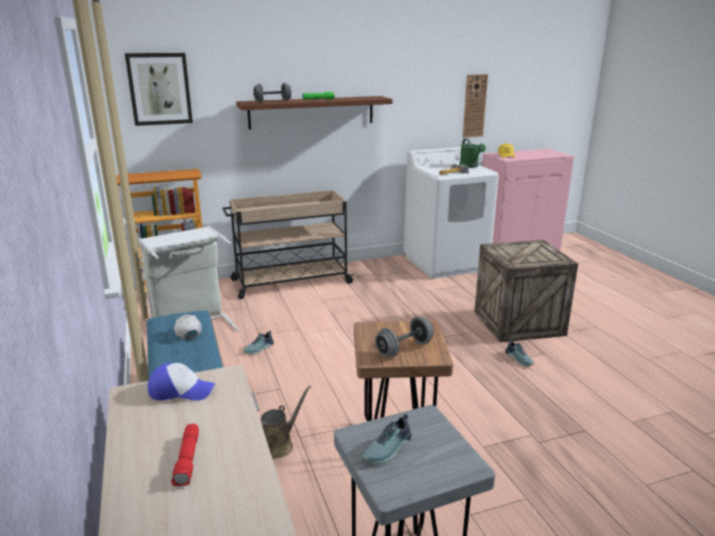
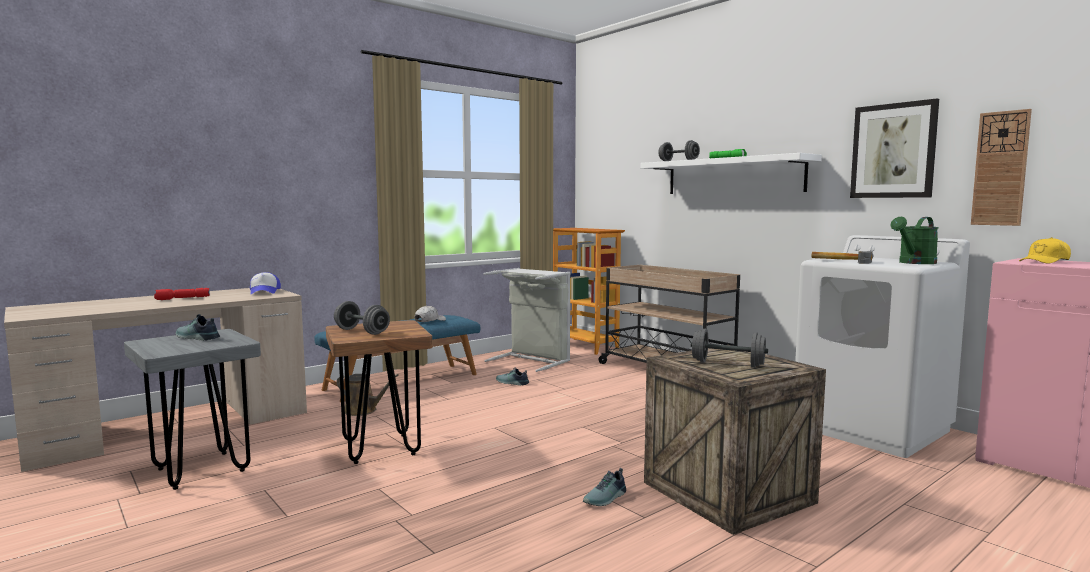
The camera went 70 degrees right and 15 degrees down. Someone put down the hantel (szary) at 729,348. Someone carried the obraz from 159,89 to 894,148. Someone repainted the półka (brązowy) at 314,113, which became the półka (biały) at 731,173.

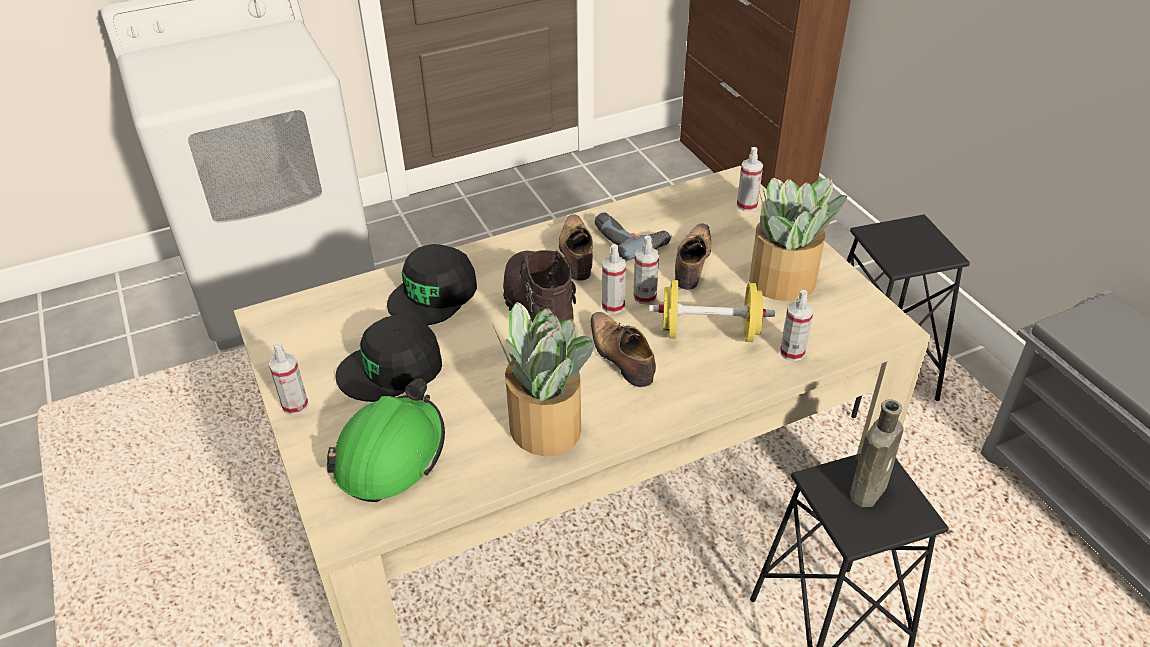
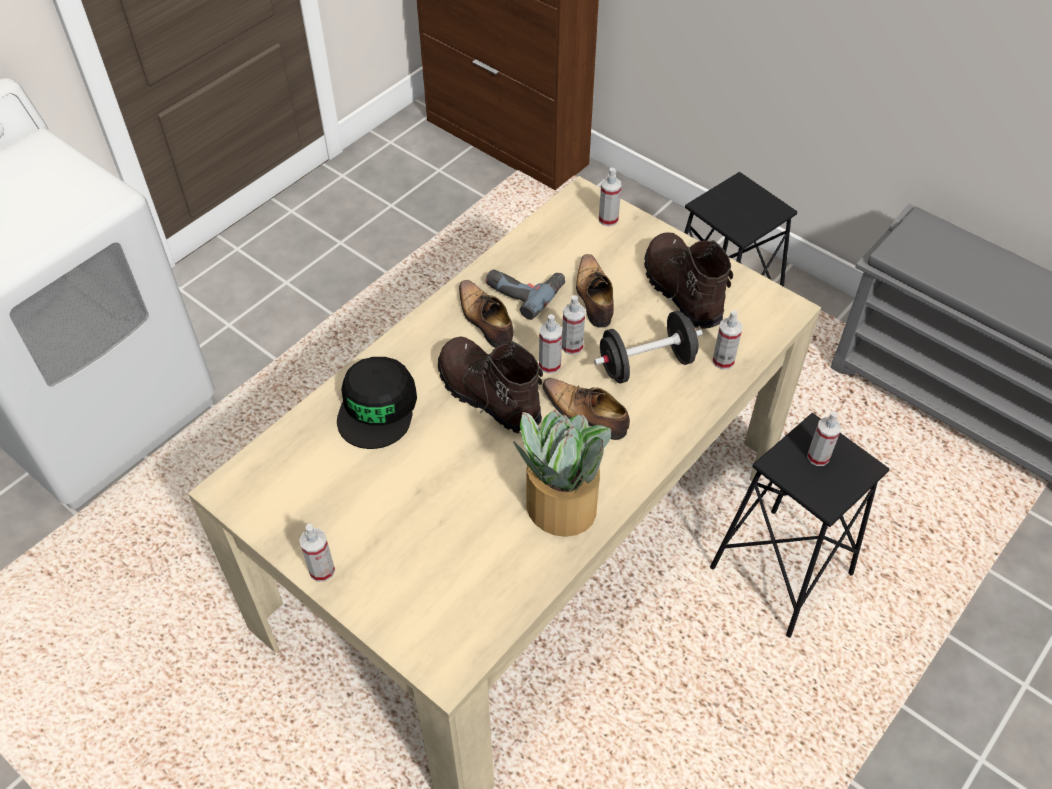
The camera went 25 degrees left and 10 degrees up. Someone took away the kask (zielony) at 386,440. Someone took away the czapka z daszkiem (czarny) at 388,358. Someone swapped the roślina doniczkowa at 798,239 for the but z cholewką (brązowy) at 688,280. Someone swapped the butelka (brązowy) at 877,453 for the spryskiwacz at 824,438. Someone repainted the hantel (żółty) at 712,311, which became the hantel (czarny) at 648,347.

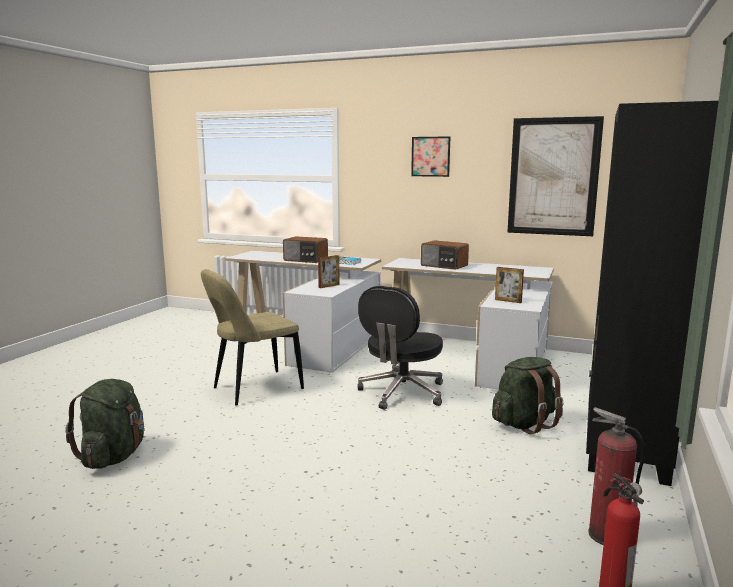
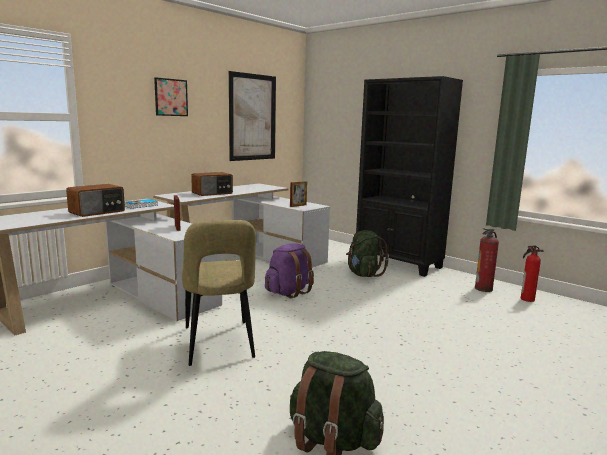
The camera went 70 degrees left and 0 degrees up. Someone swapped the krzesło biurowe (czarny) at 400,348 for the plecak (fioletowy) at 289,270.

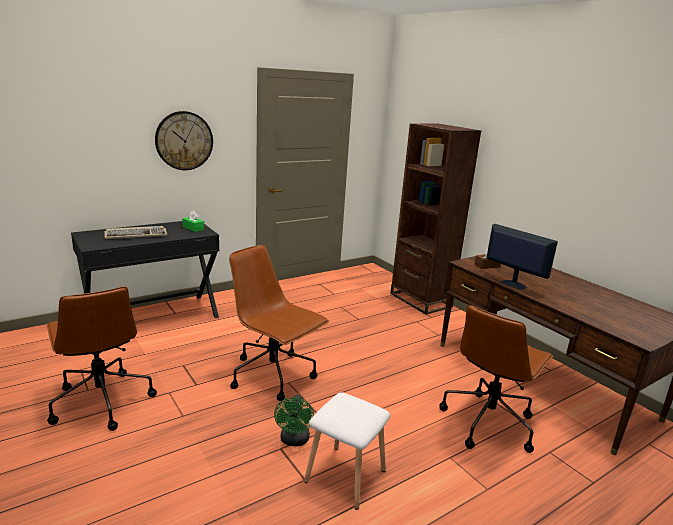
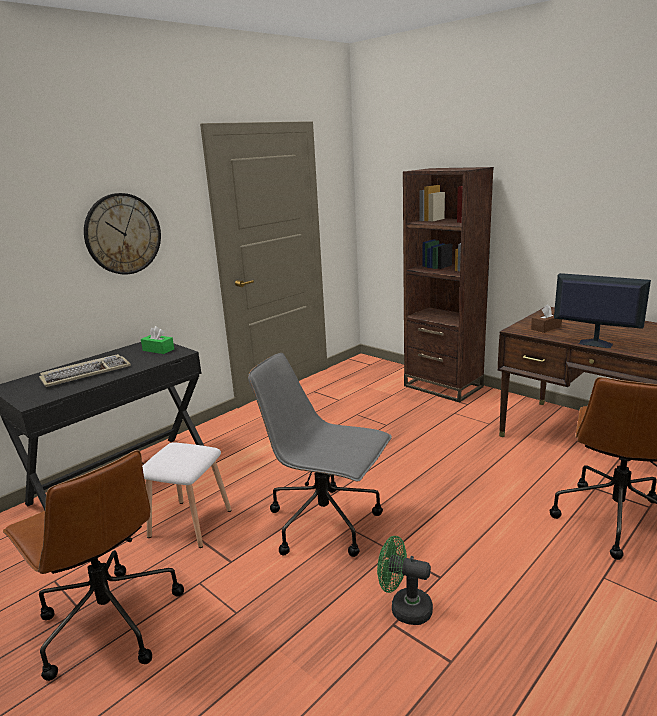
The camera went 10 degrees left and 0 degrees up. Someone carried the stołek (biały) from 347,451 to 186,495. Someone repainted the krzesło biurowe (brązowy) at 279,323, which became the krzesło biurowe (szary) at 320,455. Someone rotated the wentylator (zielony) at 294,420 by 120 degrees clockwise.

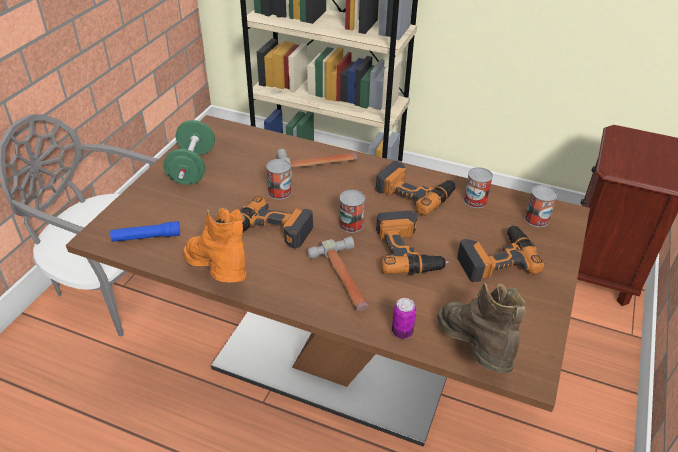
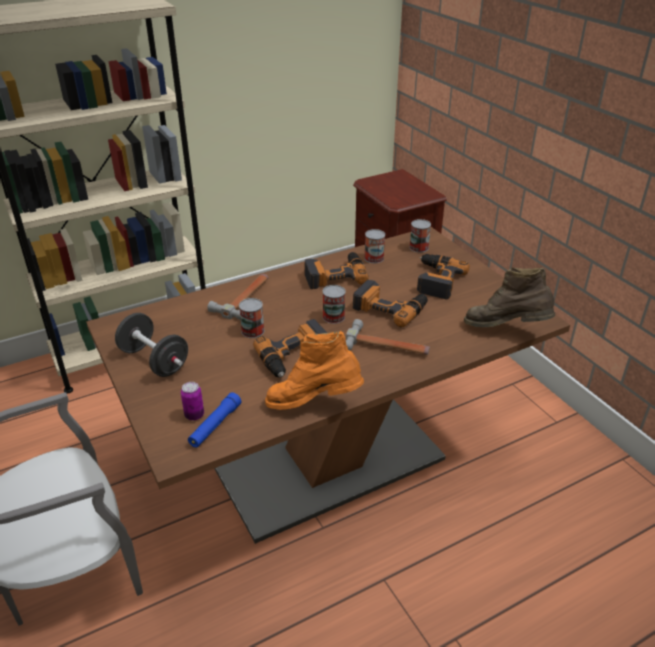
The camera went 50 degrees left and 5 degrees down. Someone carried the puszka from 404,318 to 192,401. Someone repainted the hantel (zielony) at 189,152, which became the hantel (czarny) at 151,345.

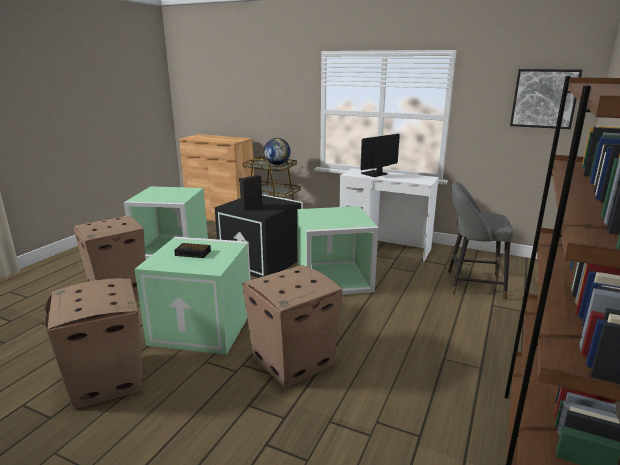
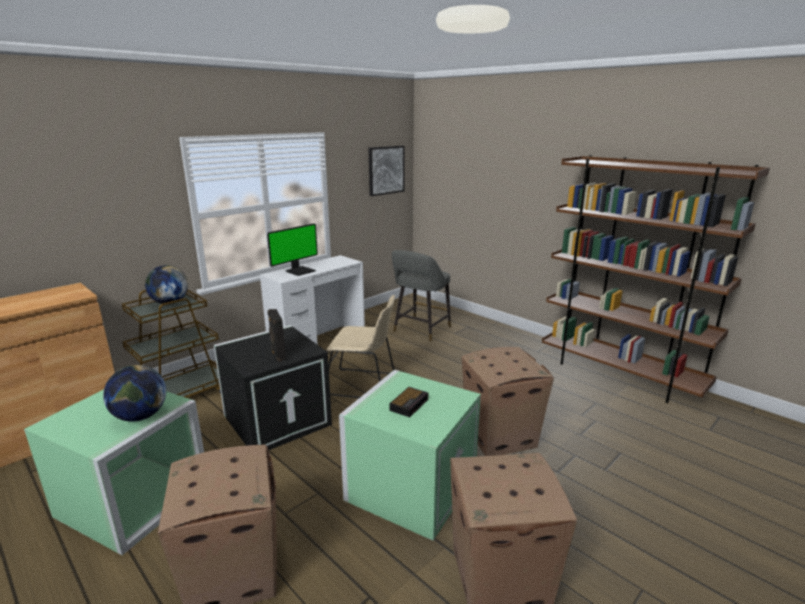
The camera went 70 degrees left and 0 degrees up. Someone put down the globus at 134,393. Someone swapped the pojemnik do przechowywania (zielony) at 337,250 for the krzesło (beżowy) at 361,346. Someone rotated the monitor at 380,155 by 120 degrees counterclockwise.

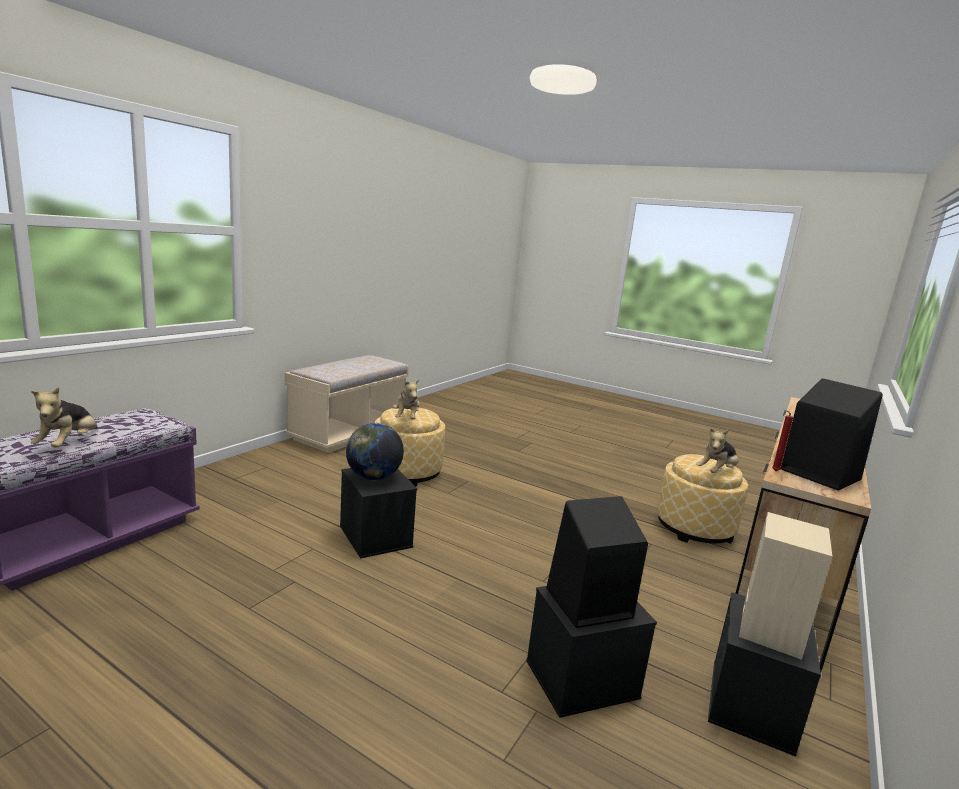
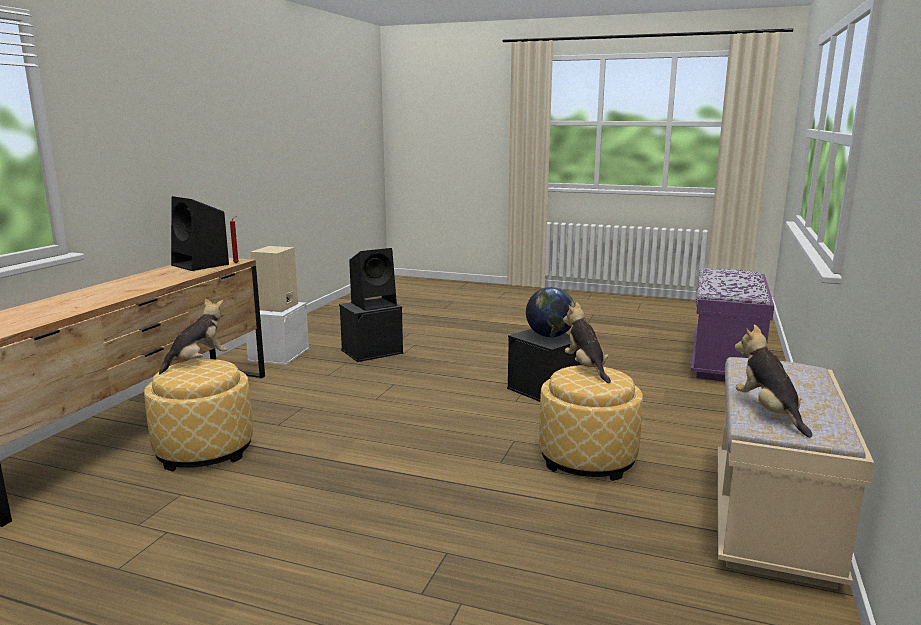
The camera went 170 degrees right and 0 degrees up. Someone carried the pluszak from 64,417 to 773,380. Someone repainted the pojemnik do przechowywania (czarny) at 764,674, which became the pojemnik do przechowywania (biały) at 277,333.

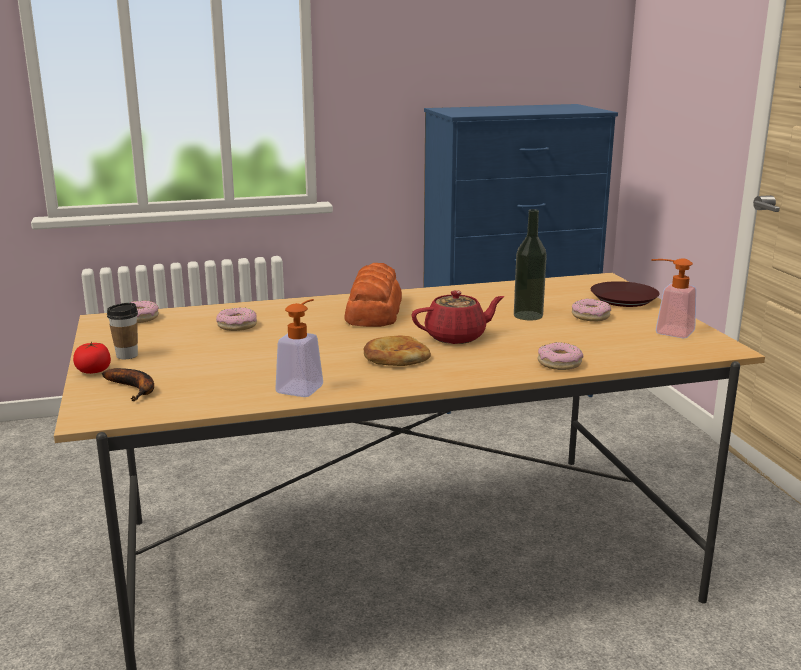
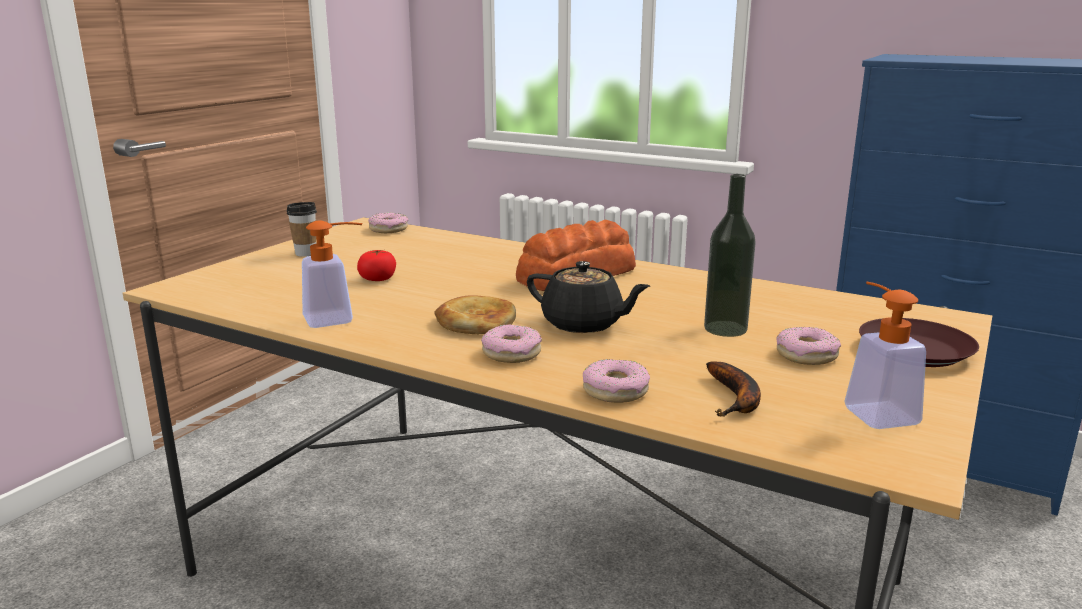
The camera went 45 degrees right and 0 degrees up. Someone carried the pomidor from 92,358 to 376,265. Someone carried the banan from 128,384 to 733,389. Someone carried the donut from 236,319 to 511,343. Someone repainted the imbryk (czerwony) at 458,317, which became the imbryk (czarny) at 588,297.

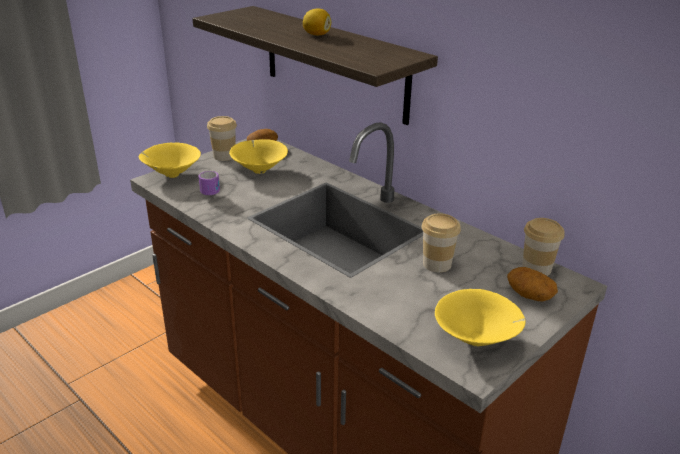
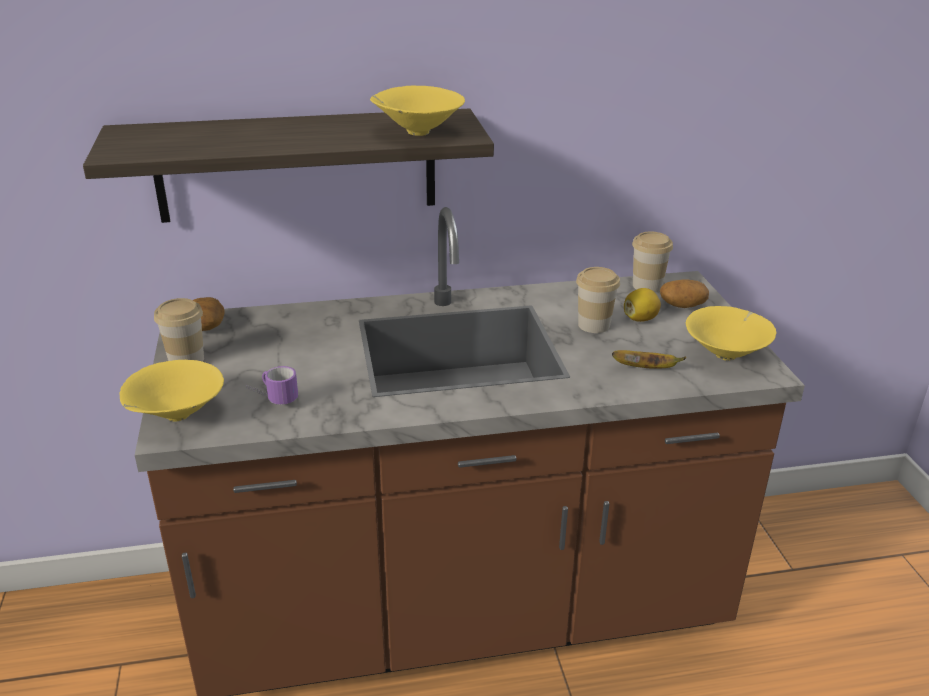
The camera went 55 degrees left and 0 degrees up. Someone put down the banan at 649,359. Someone carried the miska (żółty) from 258,156 to 417,111. Someone carried the cytryna from 317,21 to 642,305.

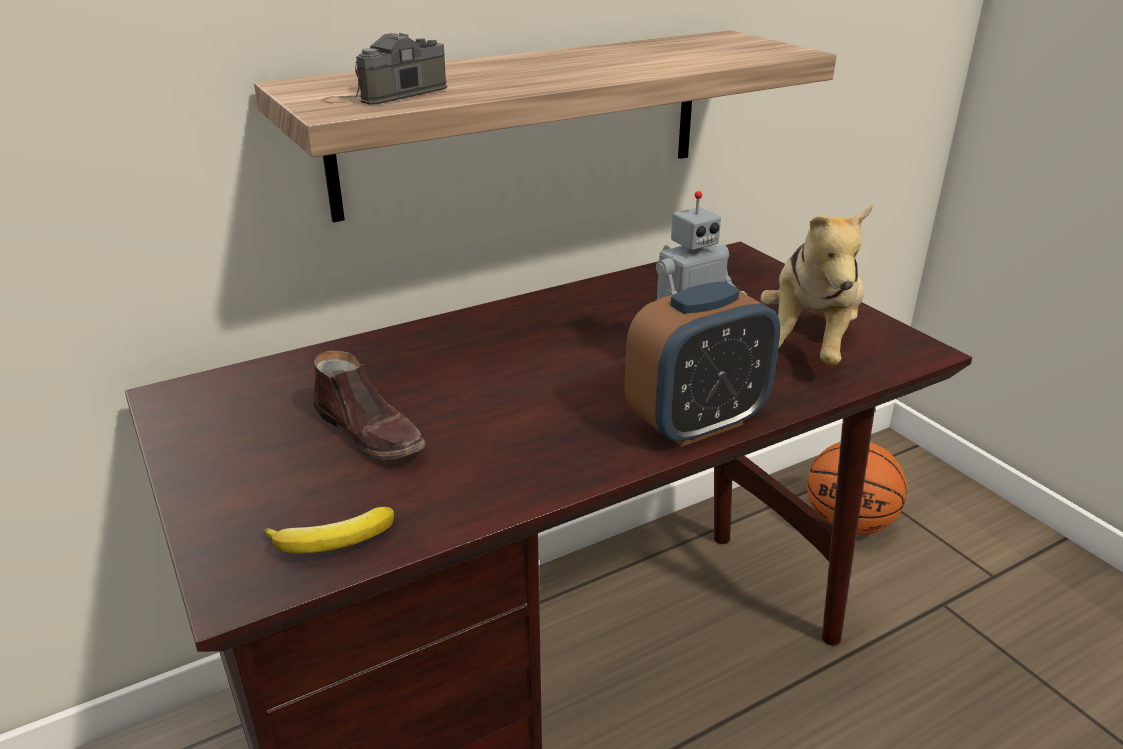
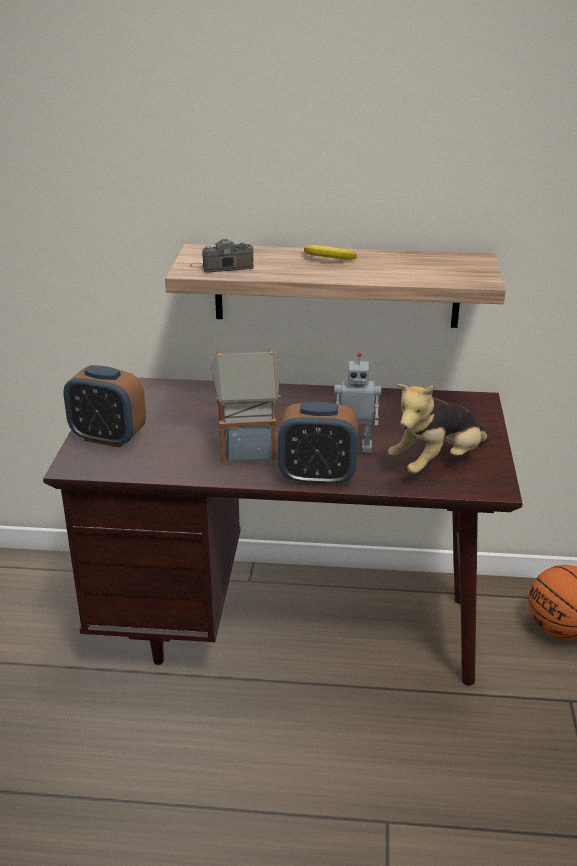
The camera went 35 degrees right and 0 degrees up. Someone took away the but (brązowy) at 370,405. Someone put down the budzik at 104,406. Someone put down the domek at 245,405. Someone carried the banan from 329,530 to 330,252.

